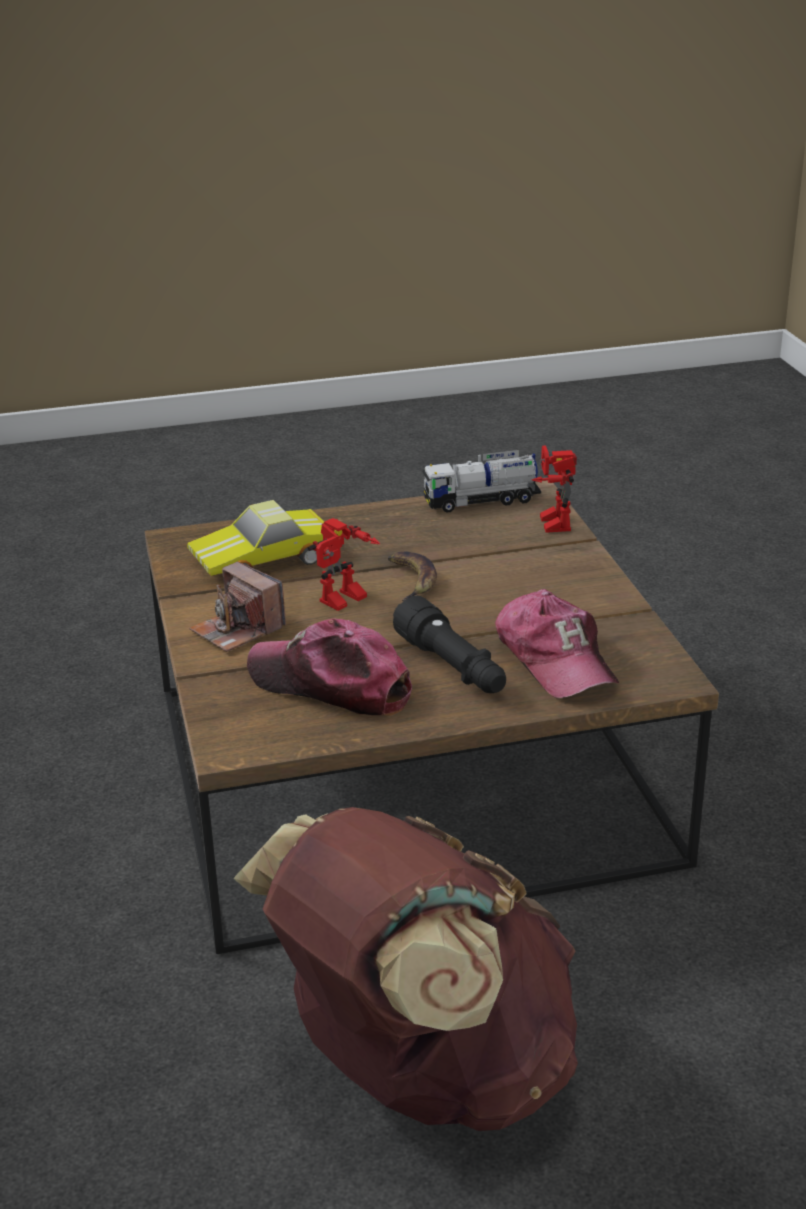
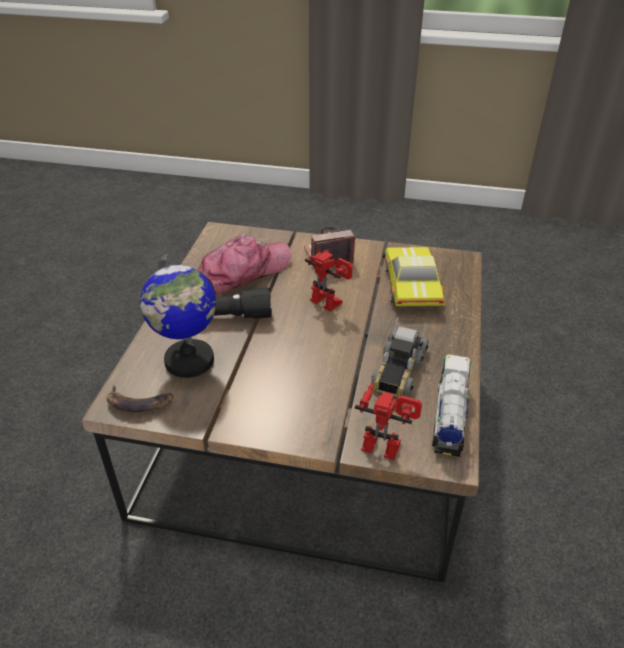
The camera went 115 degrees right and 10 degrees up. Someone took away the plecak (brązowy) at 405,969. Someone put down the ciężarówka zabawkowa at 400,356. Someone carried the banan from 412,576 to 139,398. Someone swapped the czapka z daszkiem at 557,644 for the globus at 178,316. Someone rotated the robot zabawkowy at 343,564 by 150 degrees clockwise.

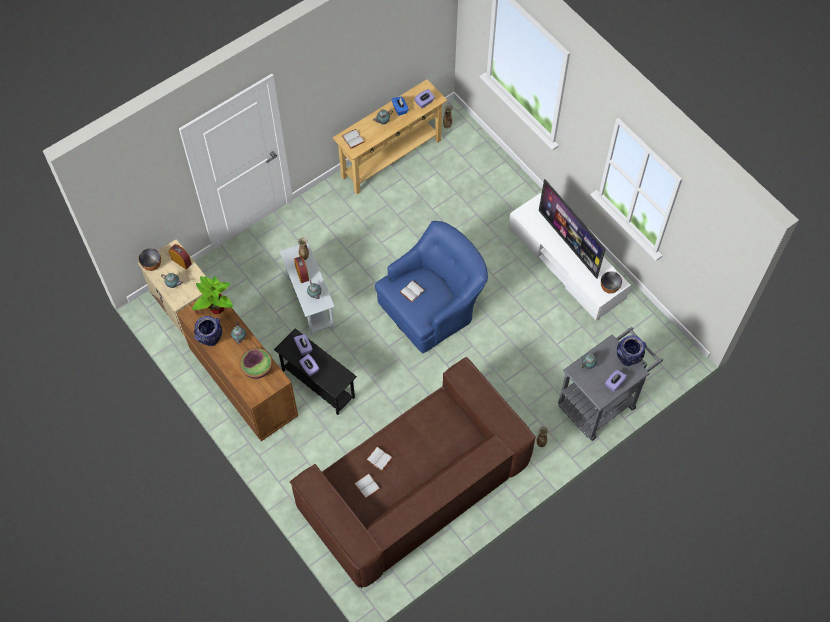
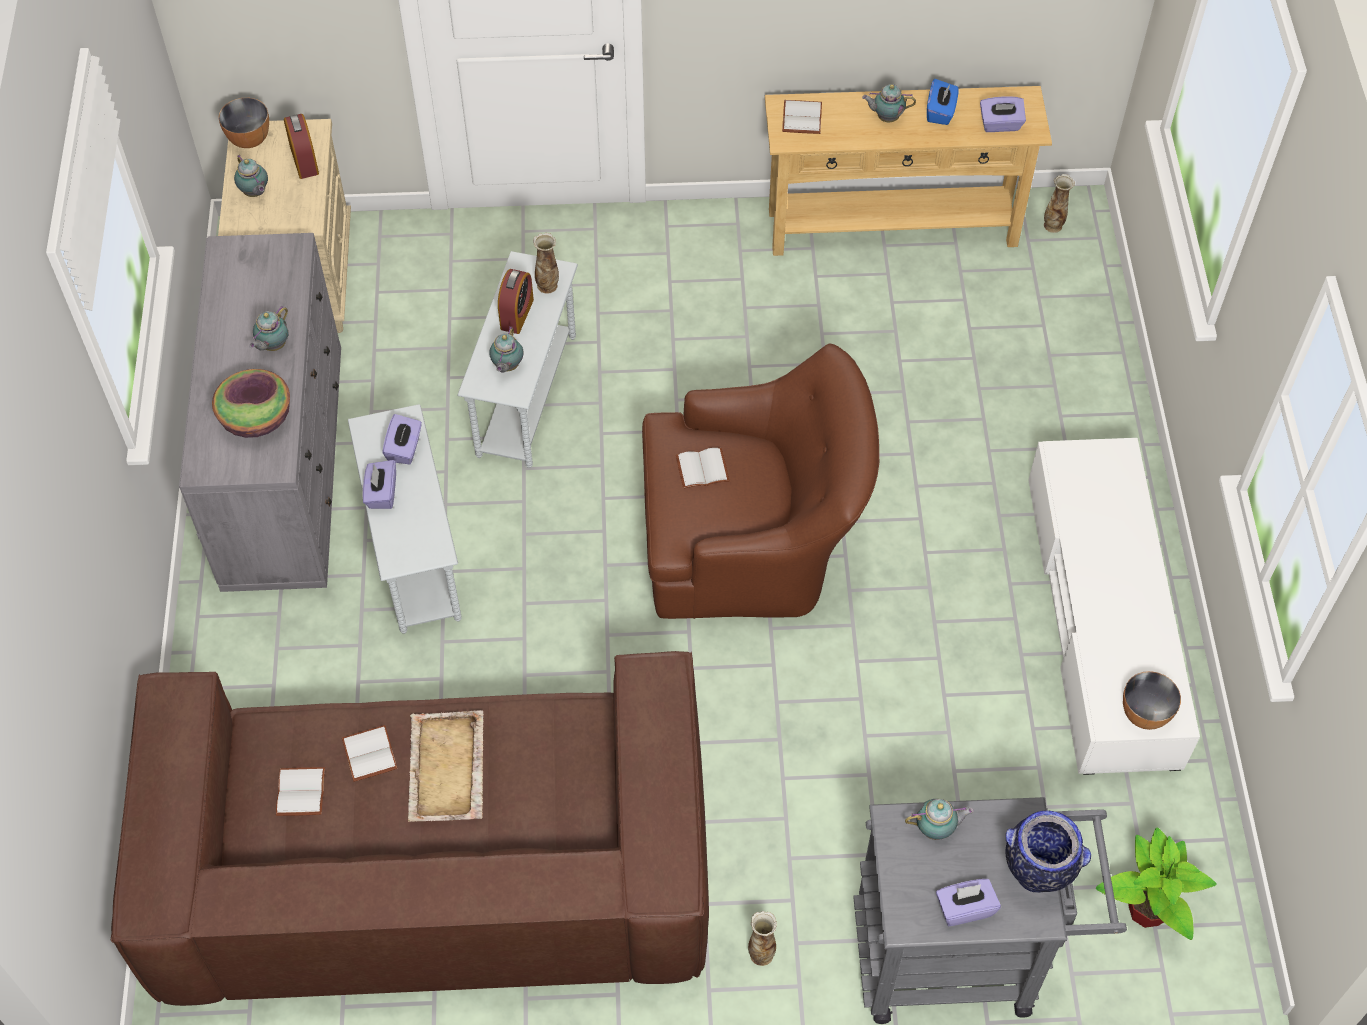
The camera went 35 degrees right and 5 degrees down. Someone took away the wazon at 208,331. Someone took away the telewizor at 572,229. Someone put down the taca (beżowy) at 446,766. Someone carried the roślina doniczkowa from 212,295 to 1156,884. Someone repainted the komoda (brązowy) at 237,370, which became the komoda (szary) at 260,412. Someone repainted the stolik (czarny) at 315,371, which became the stolik (biały) at 404,519. Someone repainted the fotel (niebieski) at 431,287, which became the fotel (brązowy) at 760,481.

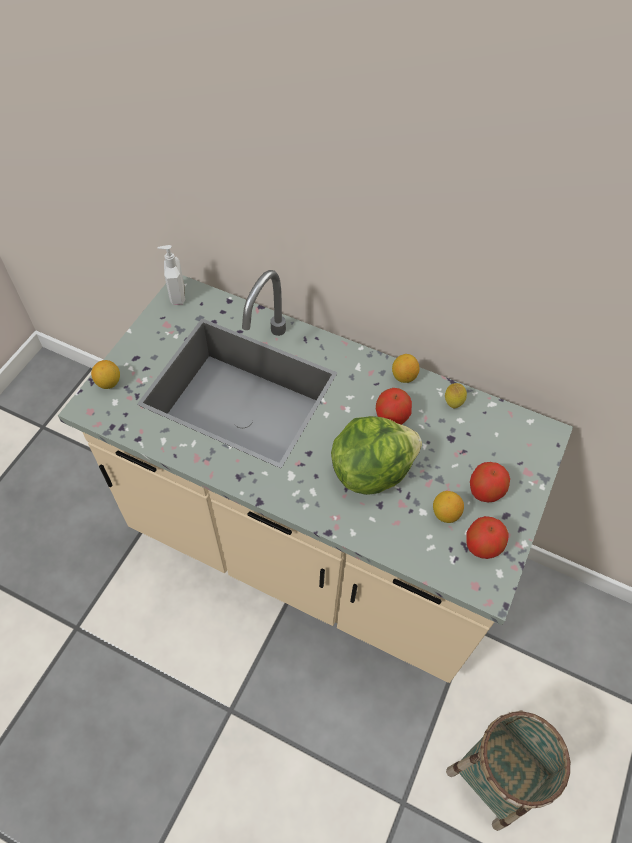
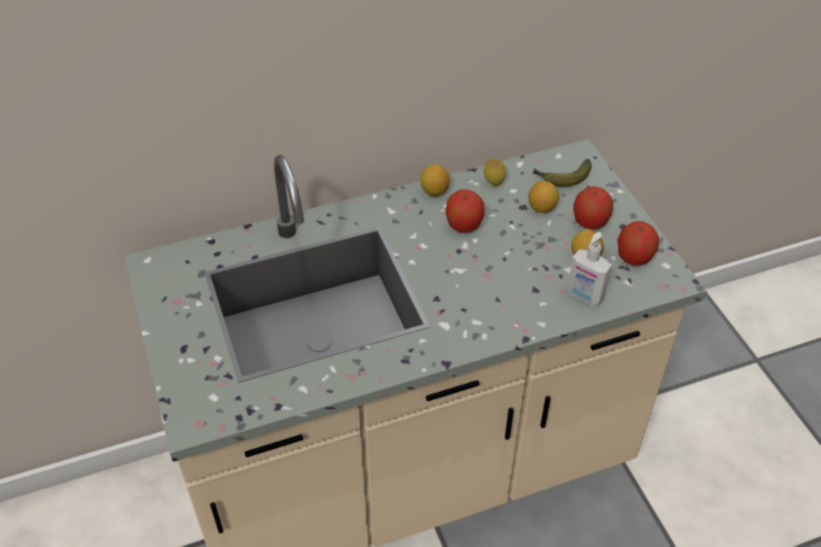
The camera went 45 degrees left and 10 degrees down. Someone took away the sałata at 376,455. Someone took away the koszyk at 508,770. Someone put down the banan at 562,173. Someone carried the cytryna from 105,374 to 544,197. Someone carried the dozownik mydła from 171,275 to 589,269.

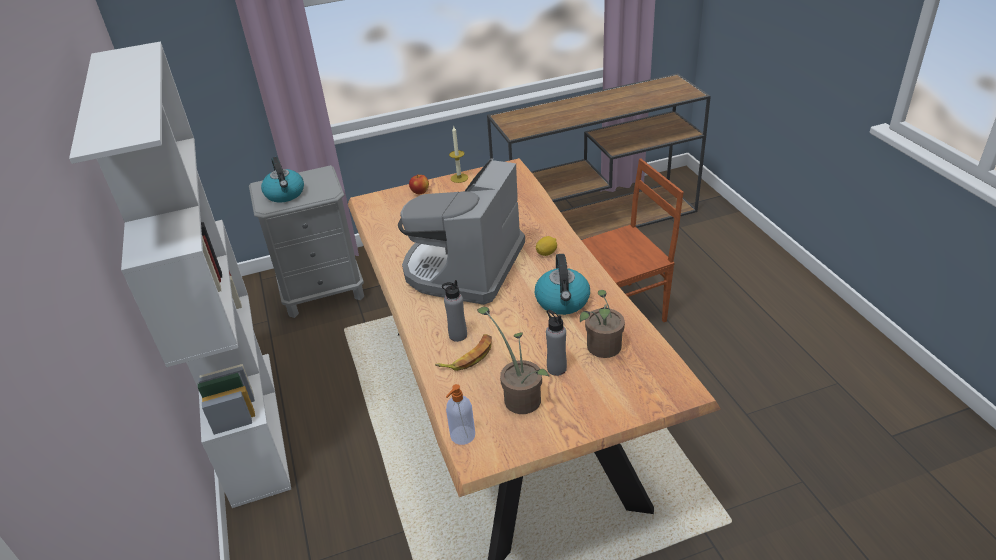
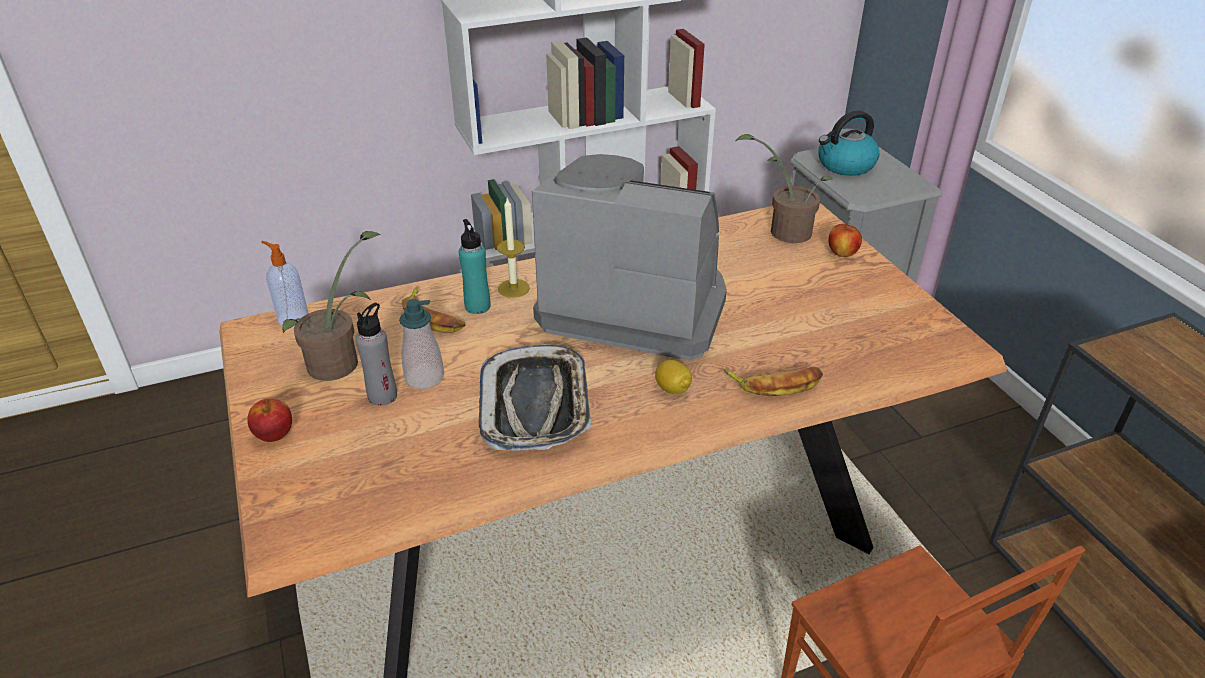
The camera went 85 degrees right and 0 degrees up. Someone put down the jabłko at 269,420. Someone put down the dozownik mydła at 421,344. Someone put down the banan at 773,381. Someone carried the świeca from 458,154 to 513,248. Someone carried the roślina doniczkowa from 602,324 to 785,188. Someone swapped the czajnik at 562,284 for the taca at 535,397. Someone repainted the butelka (szary) at 454,311, which became the butelka (turkusowy) at 474,266.

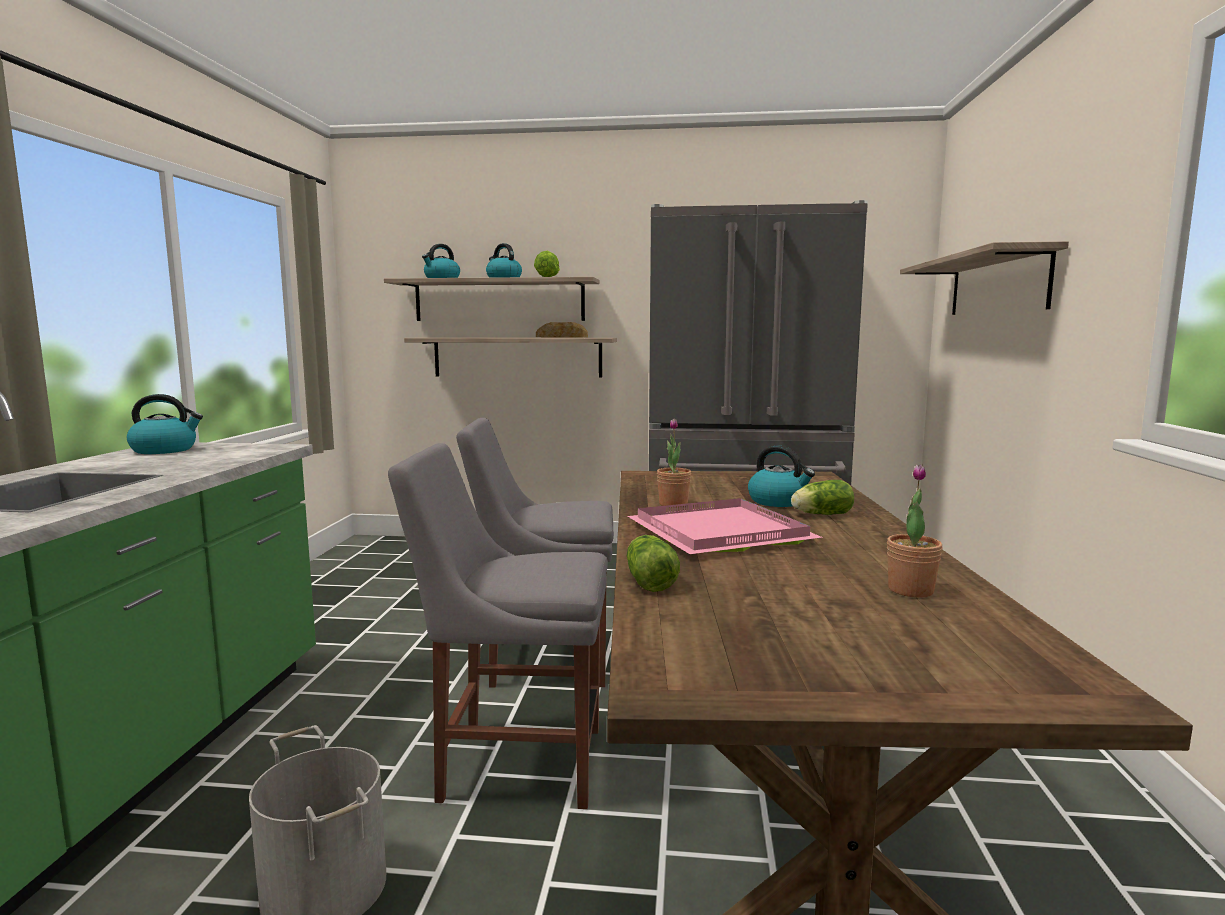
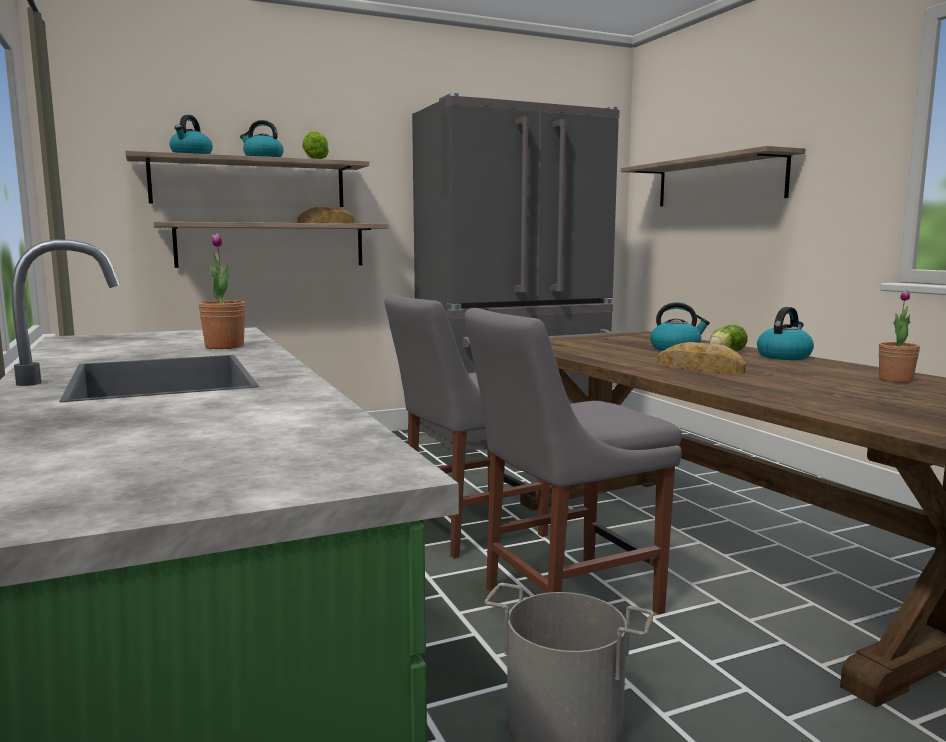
The camera went 30 degrees left and 0 degrees up. Someone took away the sałata at 653,563. Someone carried the czajnik from 165,424 to 785,333. Someone carried the roślina doniczkowa from 674,462 to 222,291. Someone swapped the taca (różowy) at 725,526 for the chleb at 701,358.

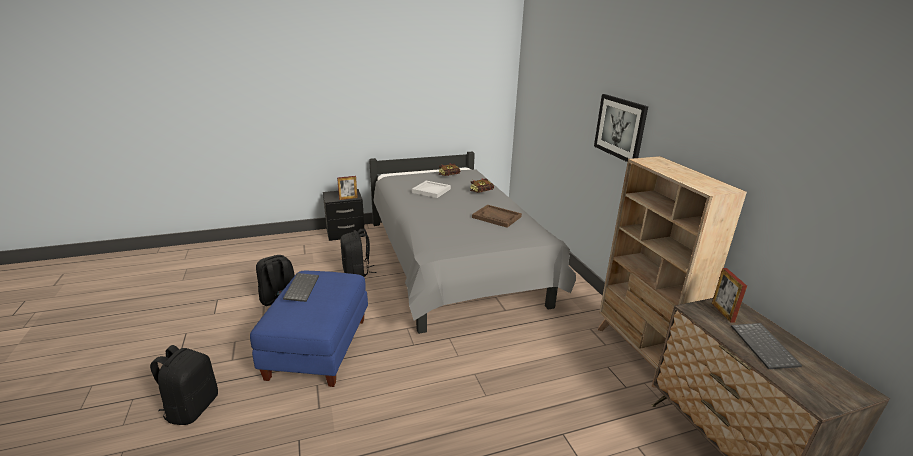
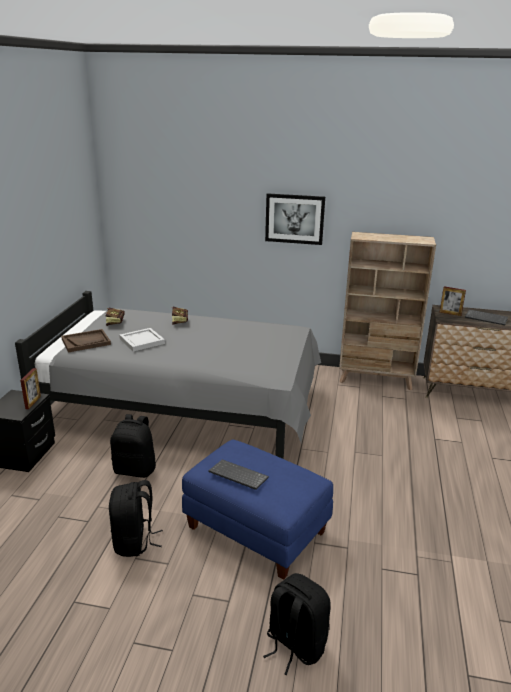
The camera went 60 degrees left and 0 degrees up. Someone carried the taca (brązowy) from 497,216 to 86,341.

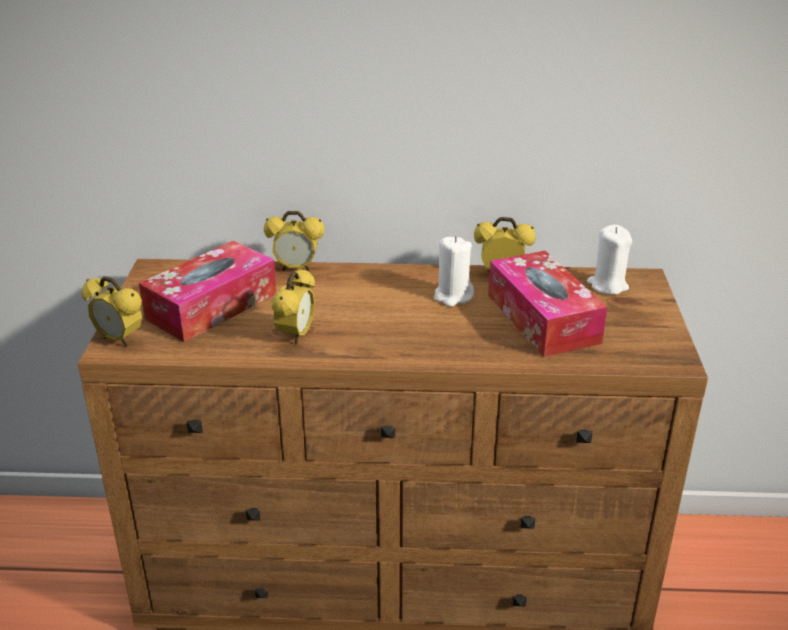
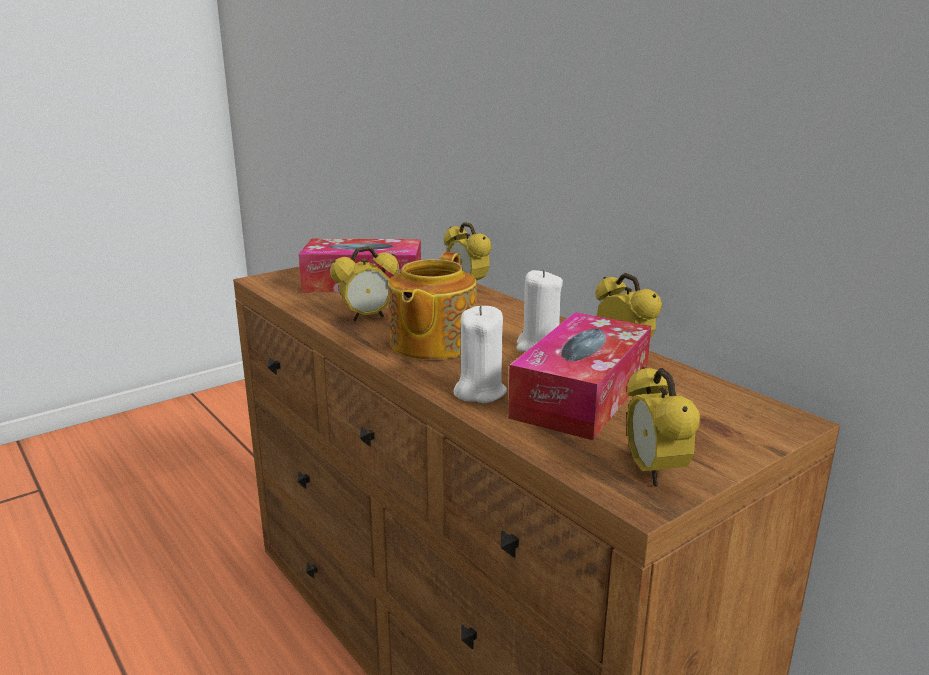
The camera went 50 degrees right and 10 degrees down. Someone put down the imbryk at 432,306. Someone carried the budzik from 112,311 to 663,427. Someone carried the świeca (biały) from 609,260 to 480,354.

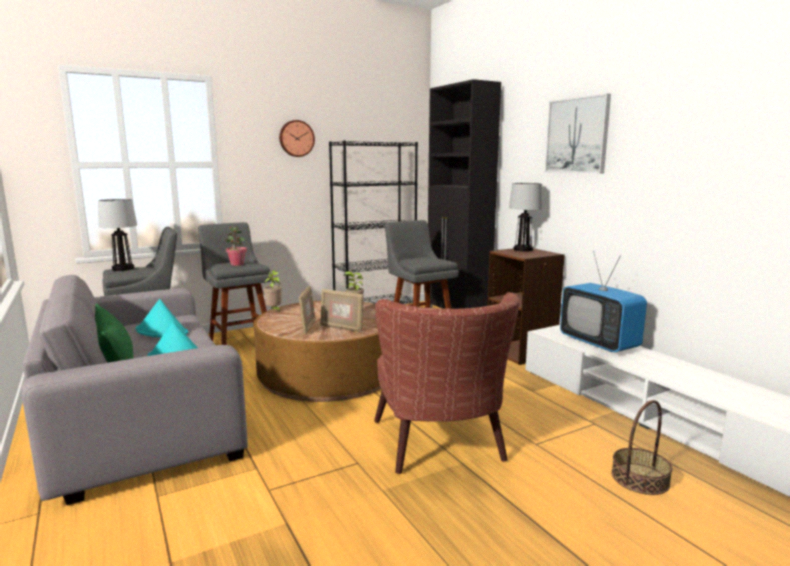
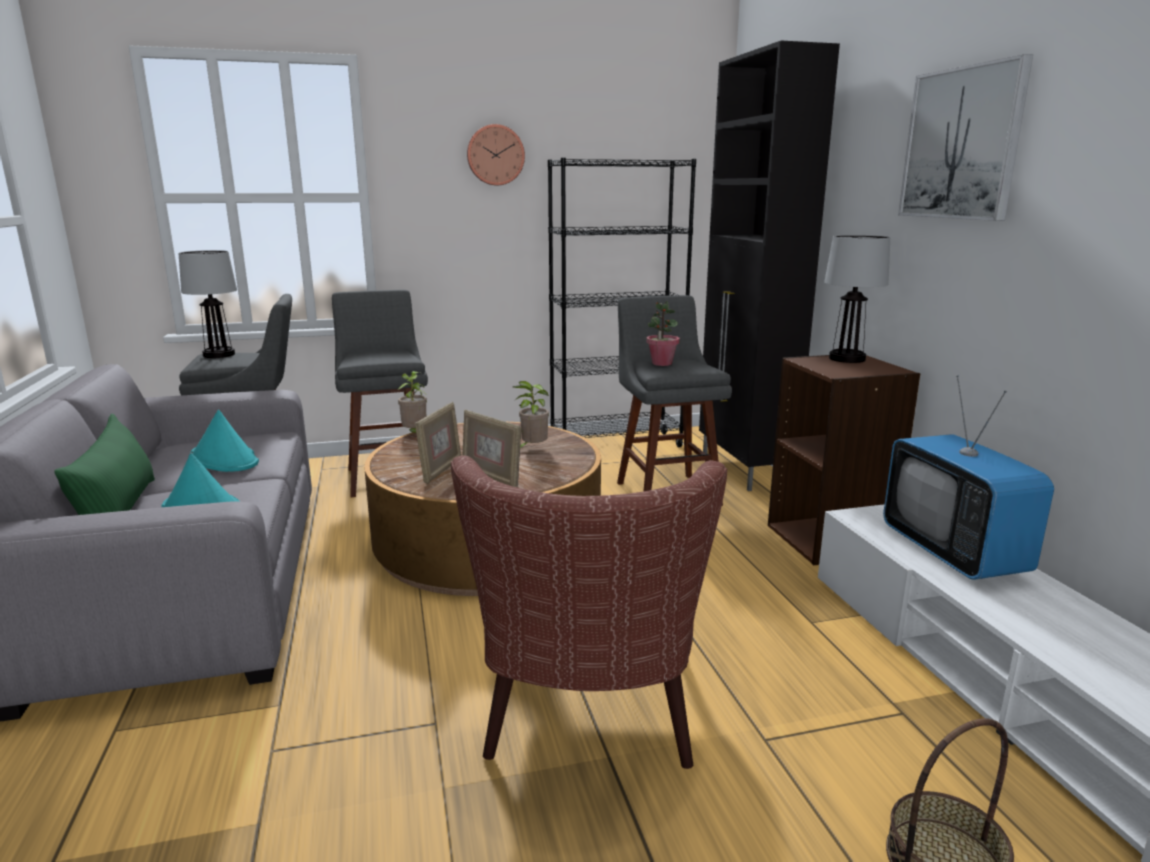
The camera went 15 degrees right and 5 degrees up. Someone carried the roślina doniczkowa from 236,246 to 663,333.

